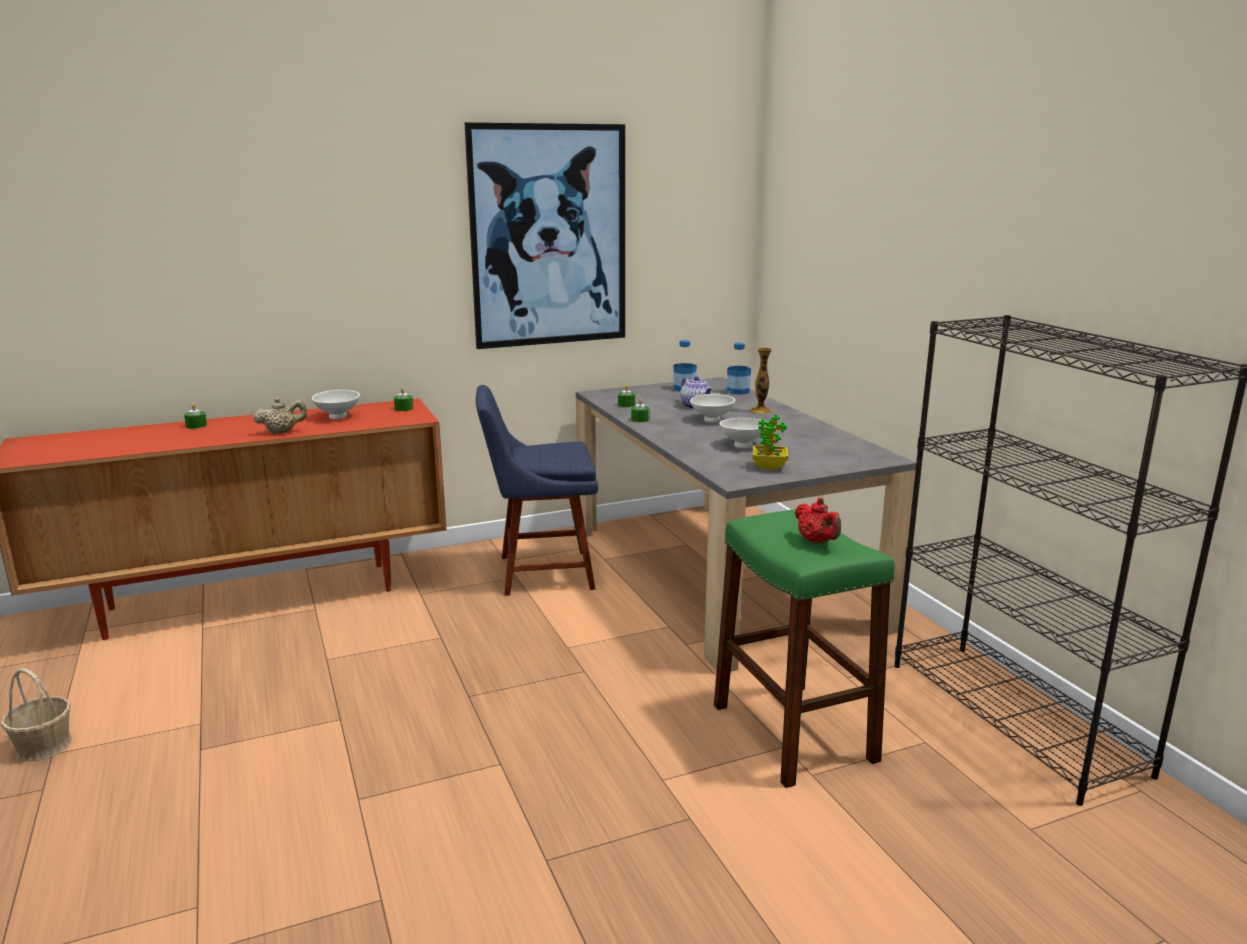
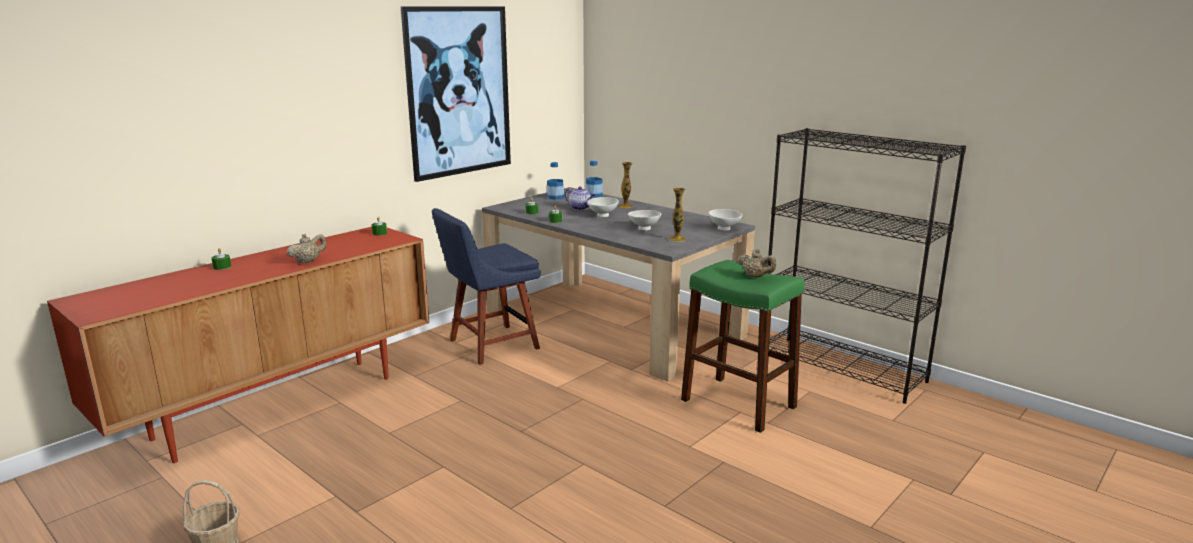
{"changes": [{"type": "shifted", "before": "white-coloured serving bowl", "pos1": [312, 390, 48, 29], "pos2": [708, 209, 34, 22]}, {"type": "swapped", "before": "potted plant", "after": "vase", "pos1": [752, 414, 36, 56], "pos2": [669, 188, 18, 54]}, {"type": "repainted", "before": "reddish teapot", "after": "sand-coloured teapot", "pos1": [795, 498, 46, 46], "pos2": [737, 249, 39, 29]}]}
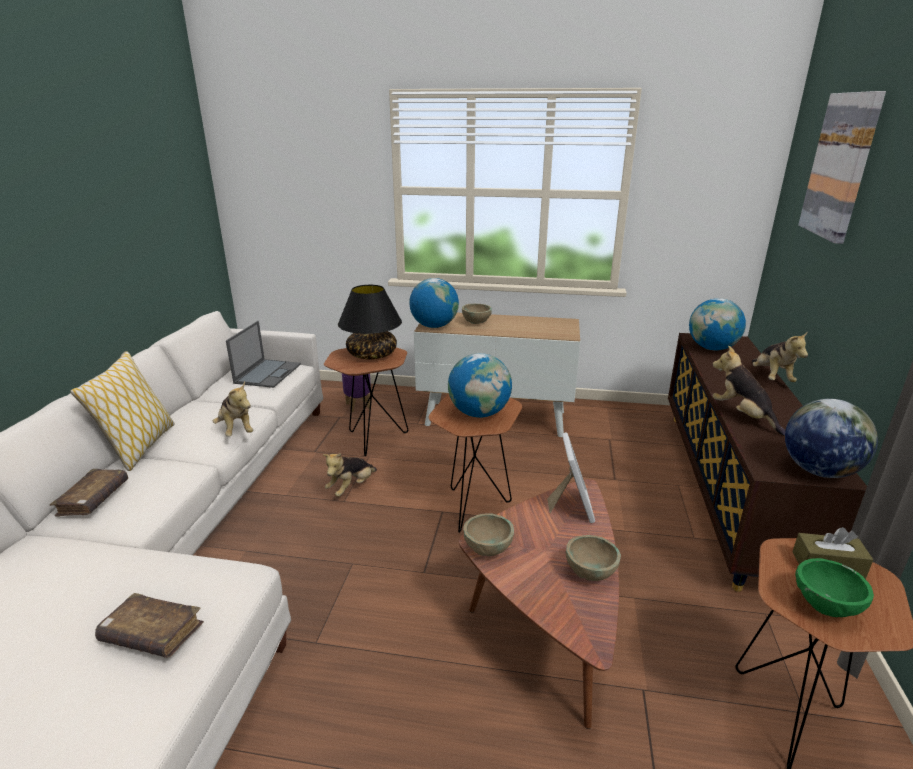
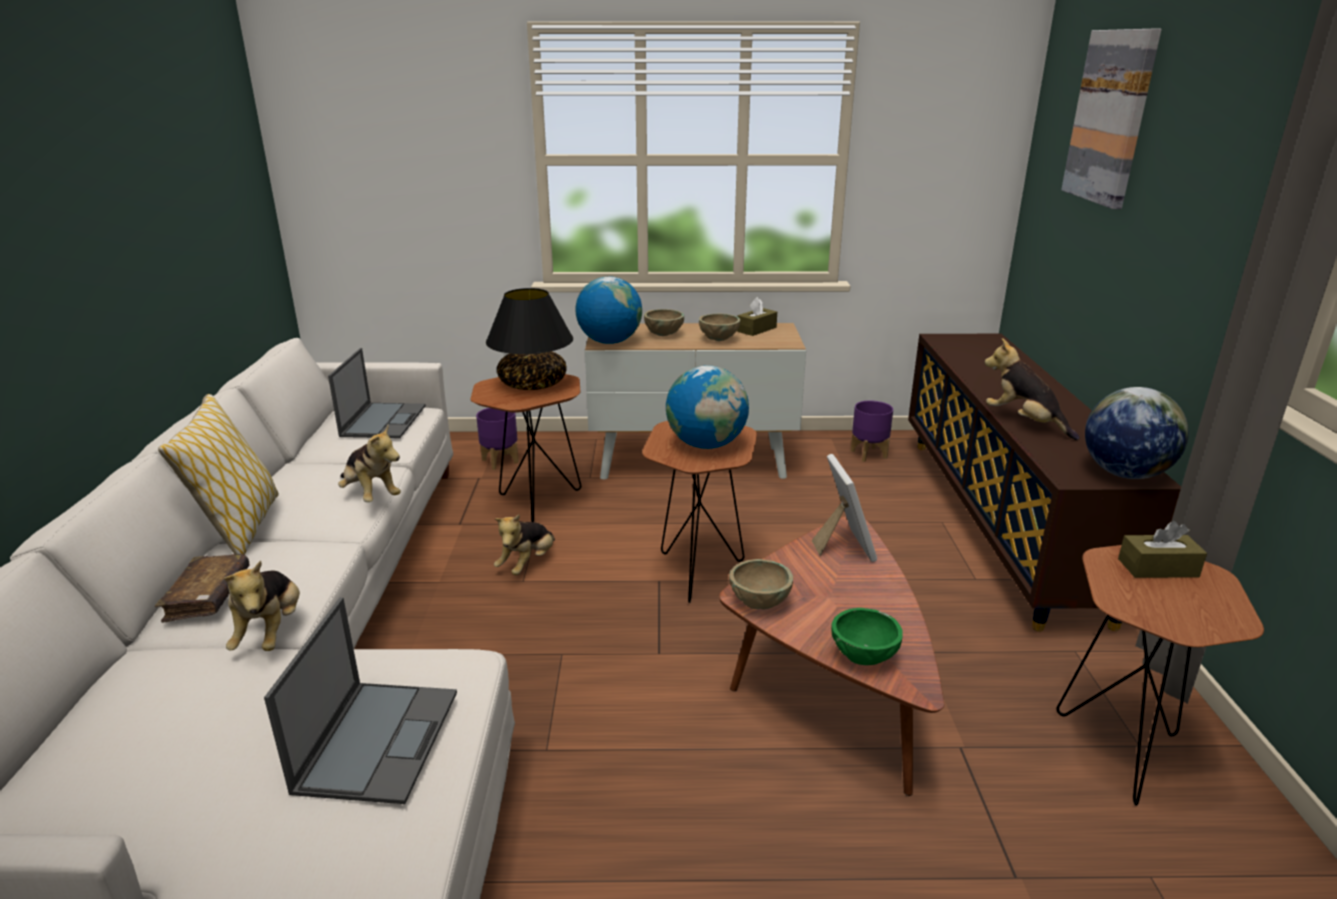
{"changes": [{"type": "gone", "before": "desk globe", "pos1": [689, 298, 57, 52]}, {"type": "shifted", "before": "plush toy", "pos1": [751, 331, 57, 51], "pos2": [223, 560, 77, 91]}, {"type": "shifted", "before": "sand-coloured serving bowl", "pos1": [566, 535, 55, 46], "pos2": [699, 314, 41, 27]}, {"type": "shifted", "before": "green-coloured serving bowl", "pos1": [796, 558, 78, 59], "pos2": [831, 608, 72, 57]}, {"type": "swapped", "before": "brown volume", "after": "notebook computer", "pos1": [95, 593, 109, 65], "pos2": [264, 597, 193, 207]}, {"type": "new", "after": "brown tissue box", "pos2": [737, 297, 40, 39]}, {"type": "new", "after": "purplish plant pot", "pos2": [851, 401, 42, 61]}]}
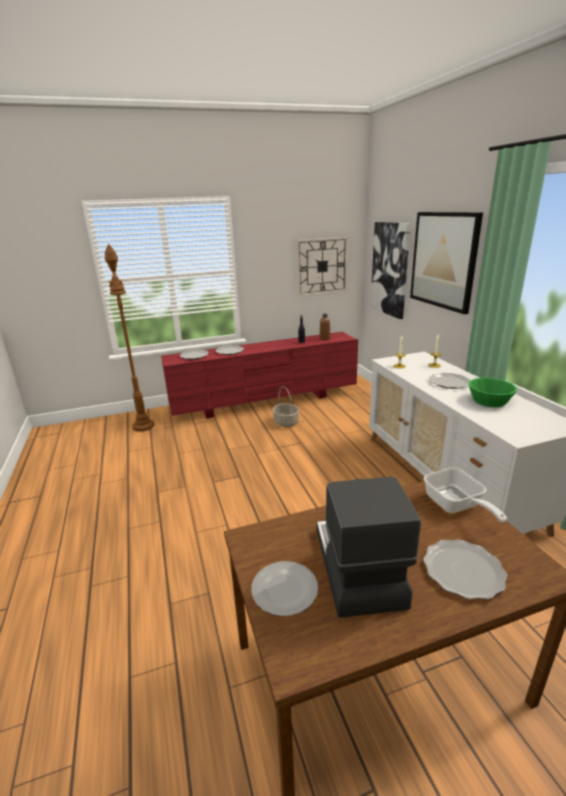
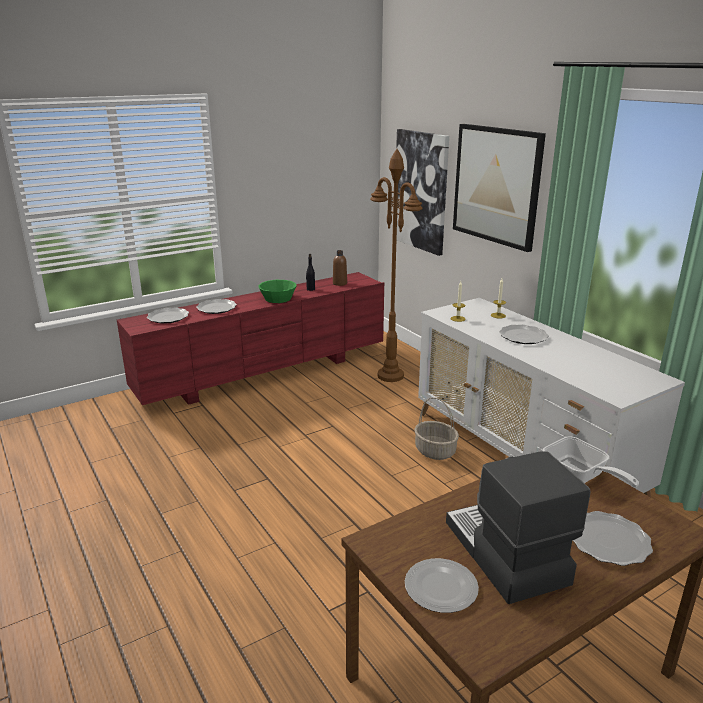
{"changes": [{"type": "gone", "before": "clock on the wall", "pos1": [297, 237, 51, 59]}, {"type": "shifted", "before": "brown standard lamp", "pos1": [105, 244, 49, 188], "pos2": [370, 149, 53, 233]}, {"type": "shifted", "before": "green-coloured serving bowl", "pos1": [468, 378, 49, 29], "pos2": [258, 280, 39, 23]}, {"type": "shifted", "before": "storage basket", "pos1": [272, 386, 27, 41], "pos2": [414, 397, 45, 63]}]}
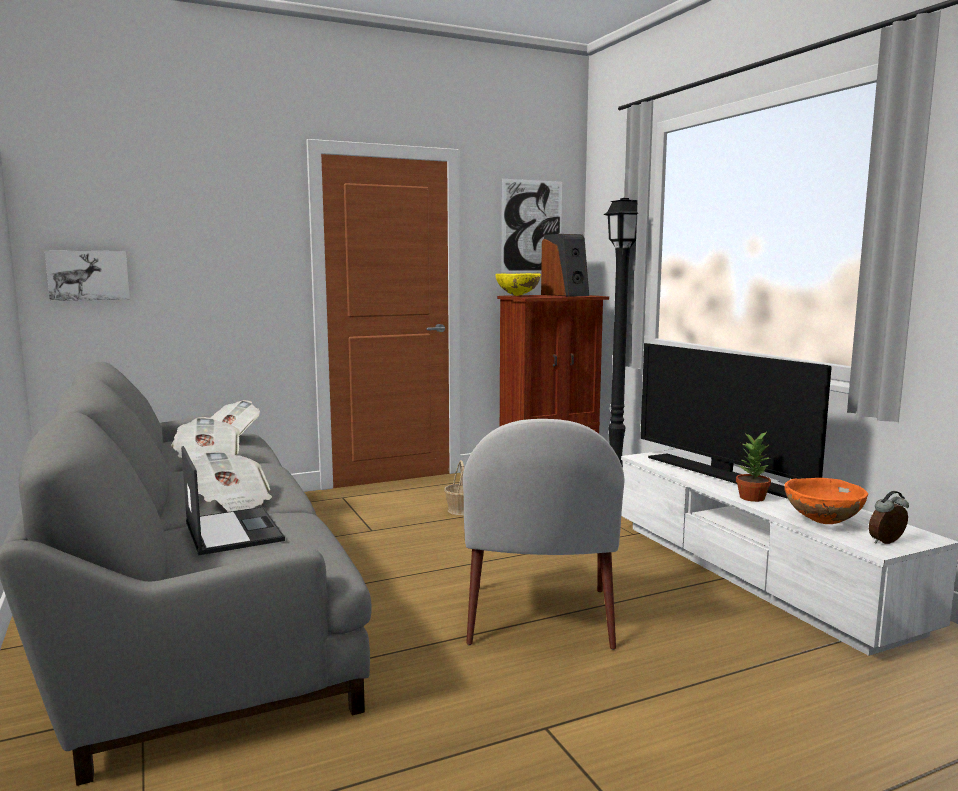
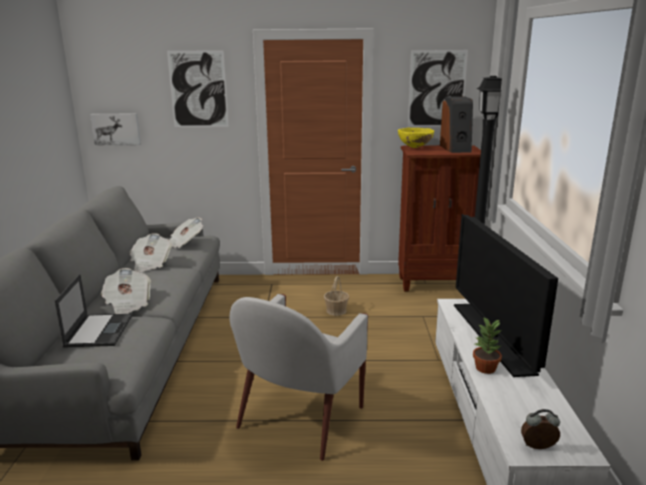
{"changes": [{"type": "gone", "before": "orangey serving bowl", "pos1": [784, 478, 84, 46]}, {"type": "new", "after": "wall picture", "pos2": [167, 50, 62, 77]}]}
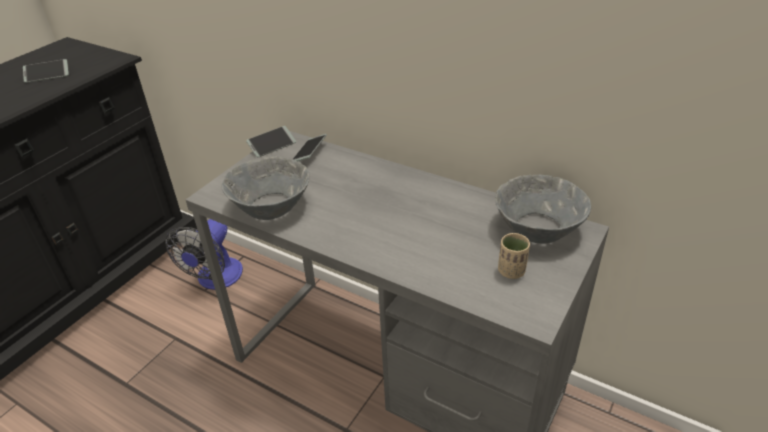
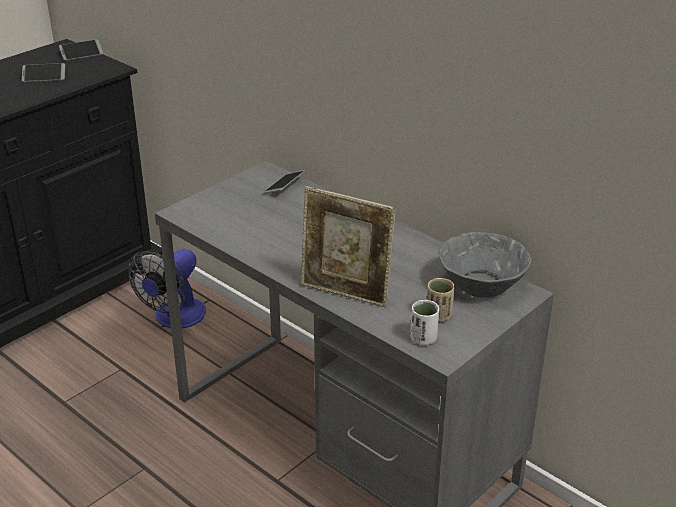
{"changes": [{"type": "shifted", "before": "phone", "pos1": [246, 126, 50, 32], "pos2": [59, 39, 45, 22]}, {"type": "gone", "before": "gray serving bowl", "pos1": [221, 156, 89, 64]}, {"type": "new", "after": "picture frame", "pos2": [301, 186, 95, 122]}, {"type": "new", "after": "white-coloured cup", "pos2": [410, 300, 29, 45]}]}
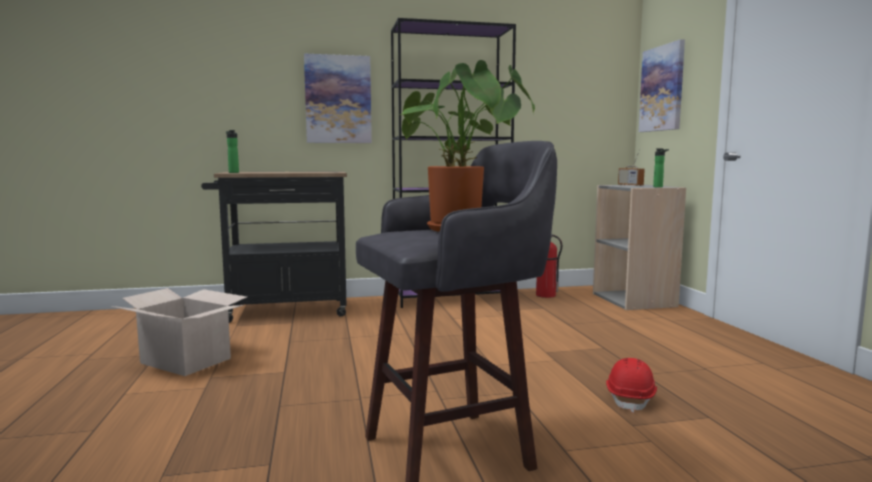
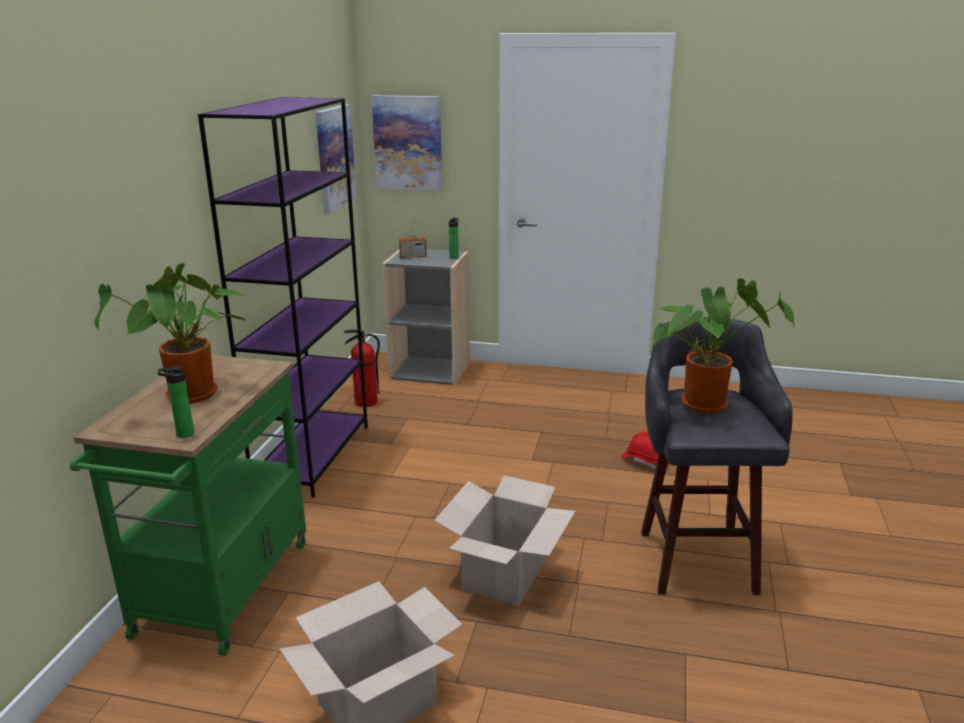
{"changes": [{"type": "shifted", "before": "wall picture", "pos1": [304, 54, 68, 89], "pos2": [316, 104, 41, 110]}, {"type": "repainted", "before": "black-coloured cart", "after": "green-coloured cart", "pos1": [201, 171, 146, 152], "pos2": [70, 355, 236, 301]}, {"type": "new", "after": "potted plant", "pos2": [94, 263, 152, 140]}, {"type": "new", "after": "carton", "pos2": [434, 475, 142, 131]}]}
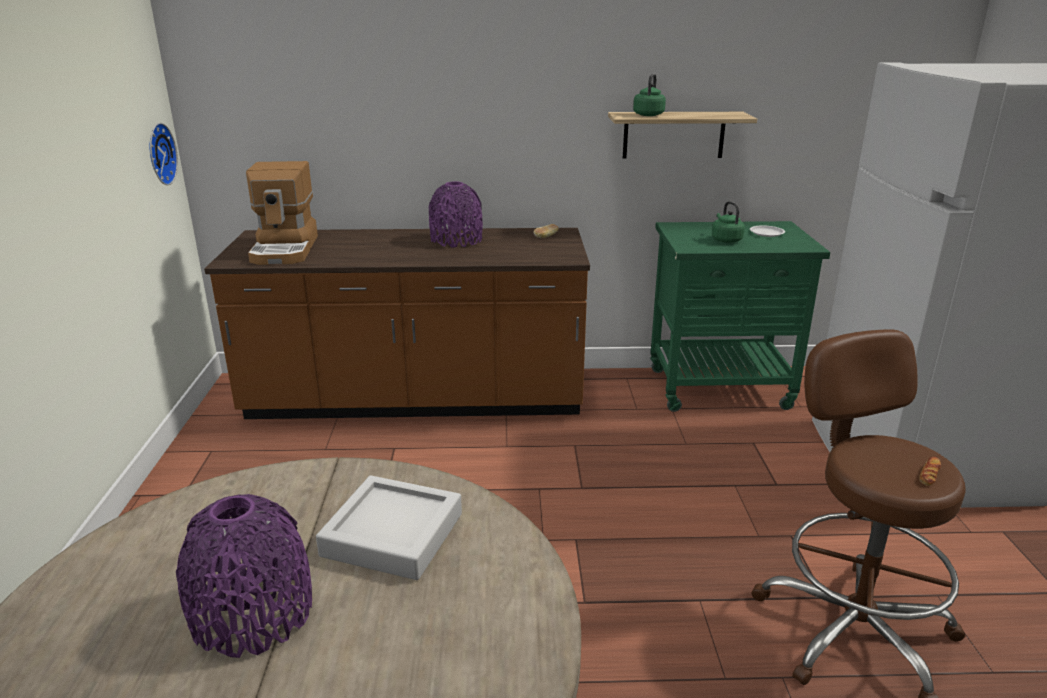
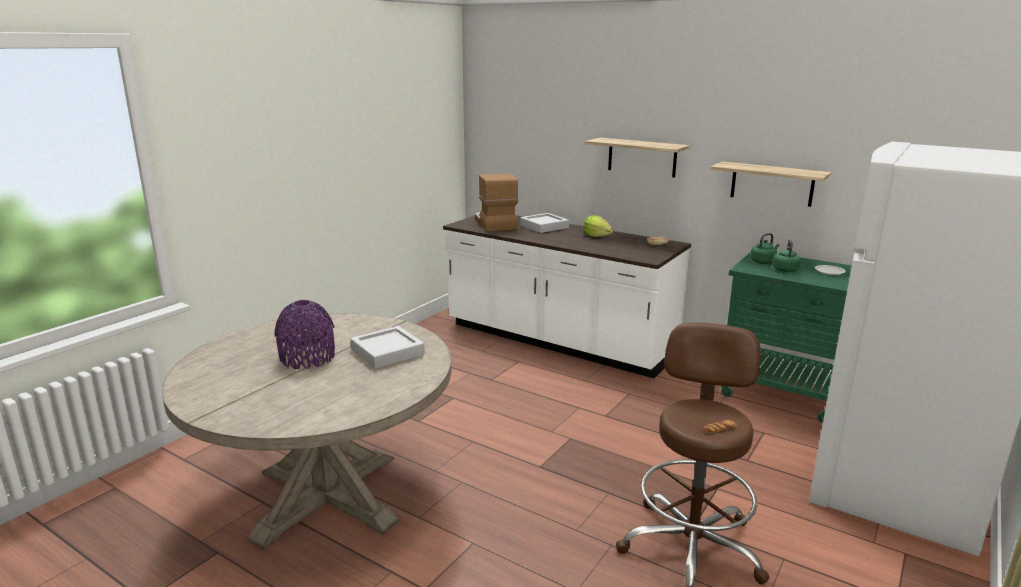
{"changes": [{"type": "shifted", "before": "green-coloured kettle", "pos1": [633, 74, 33, 42], "pos2": [751, 233, 28, 31]}, {"type": "gone", "before": "clock on the wall", "pos1": [150, 123, 28, 62]}, {"type": "rotated", "before": "coffee maker", "pos1": [246, 161, 72, 104], "pos2": [475, 173, 43, 59], "turn": 135}, {"type": "swapped", "before": "purplish vase", "after": "head of lettuce", "pos1": [429, 181, 54, 67], "pos2": [583, 215, 30, 22]}, {"type": "repainted", "before": "brown kitchen base unit", "after": "white-coloured kitchen base unit", "pos1": [204, 228, 386, 191], "pos2": [443, 215, 248, 163]}, {"type": "new", "after": "bracket shelf", "pos2": [585, 138, 105, 39]}, {"type": "new", "after": "gray tray", "pos2": [520, 213, 49, 20]}]}
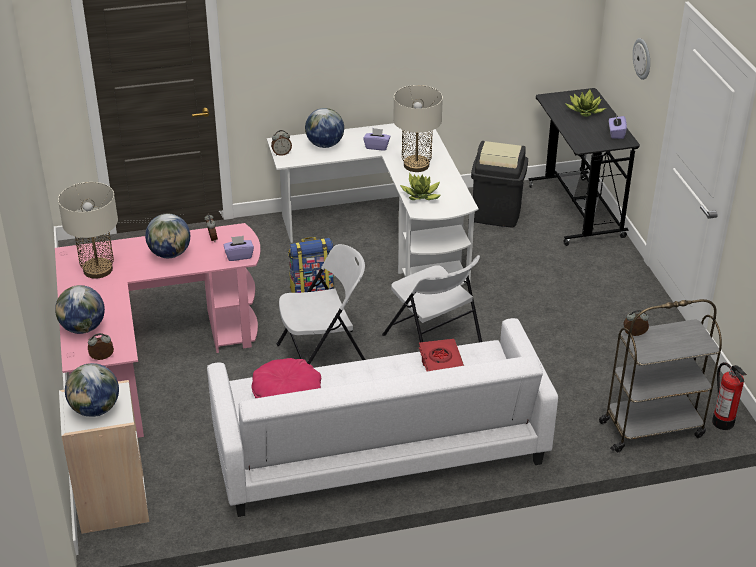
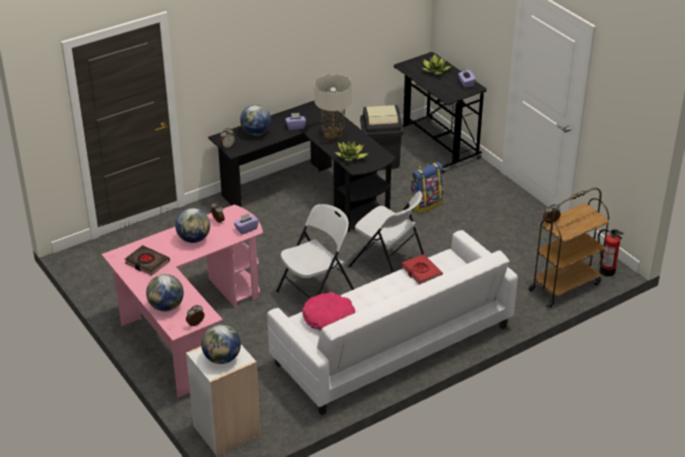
{"changes": [{"type": "gone", "before": "clock on the wall", "pos1": [633, 38, 17, 42]}, {"type": "repainted", "before": "white-coloured desk", "after": "black-coloured desk", "pos1": [267, 123, 212, 162], "pos2": [208, 100, 188, 132]}, {"type": "swapped", "before": "tabletop lamp", "after": "black-coloured volume", "pos1": [58, 182, 60, 97], "pos2": [125, 245, 45, 30]}, {"type": "shifted", "before": "rucksack", "pos1": [288, 237, 46, 56], "pos2": [409, 162, 34, 52]}, {"type": "repainted", "before": "gray cart", "after": "brown cart", "pos1": [599, 299, 123, 153], "pos2": [529, 188, 80, 120]}]}
